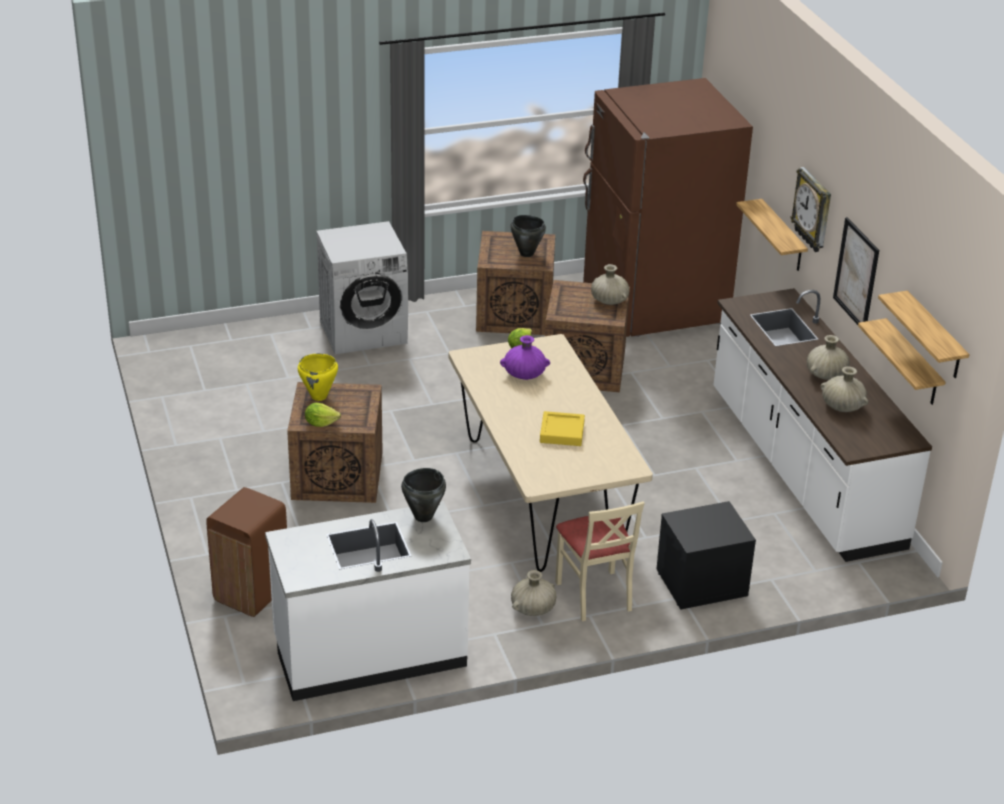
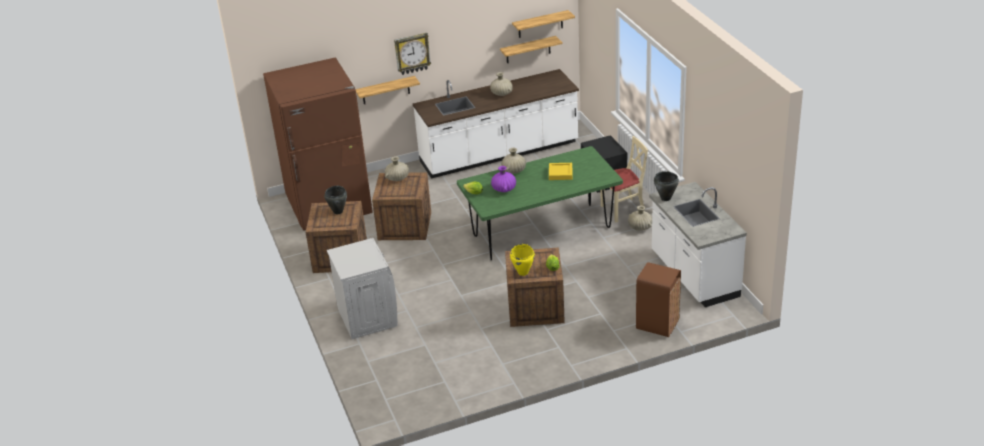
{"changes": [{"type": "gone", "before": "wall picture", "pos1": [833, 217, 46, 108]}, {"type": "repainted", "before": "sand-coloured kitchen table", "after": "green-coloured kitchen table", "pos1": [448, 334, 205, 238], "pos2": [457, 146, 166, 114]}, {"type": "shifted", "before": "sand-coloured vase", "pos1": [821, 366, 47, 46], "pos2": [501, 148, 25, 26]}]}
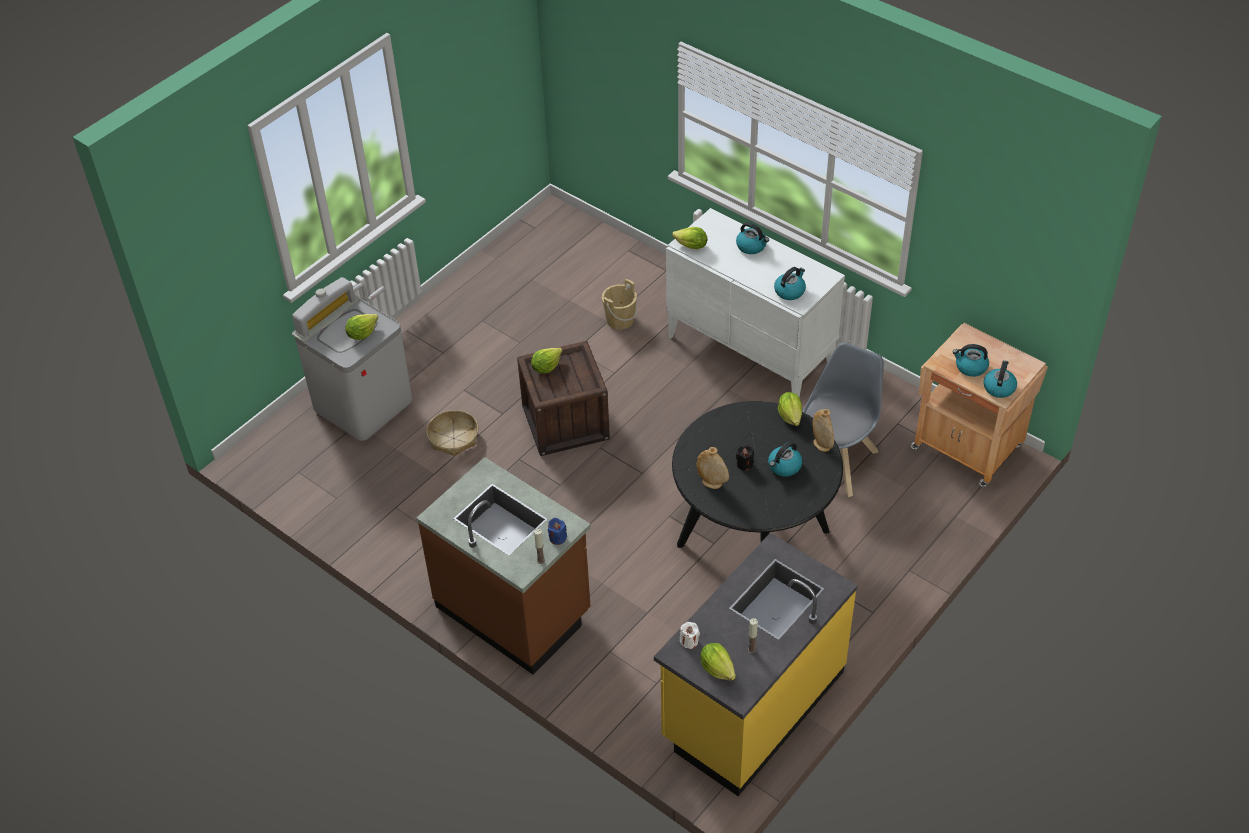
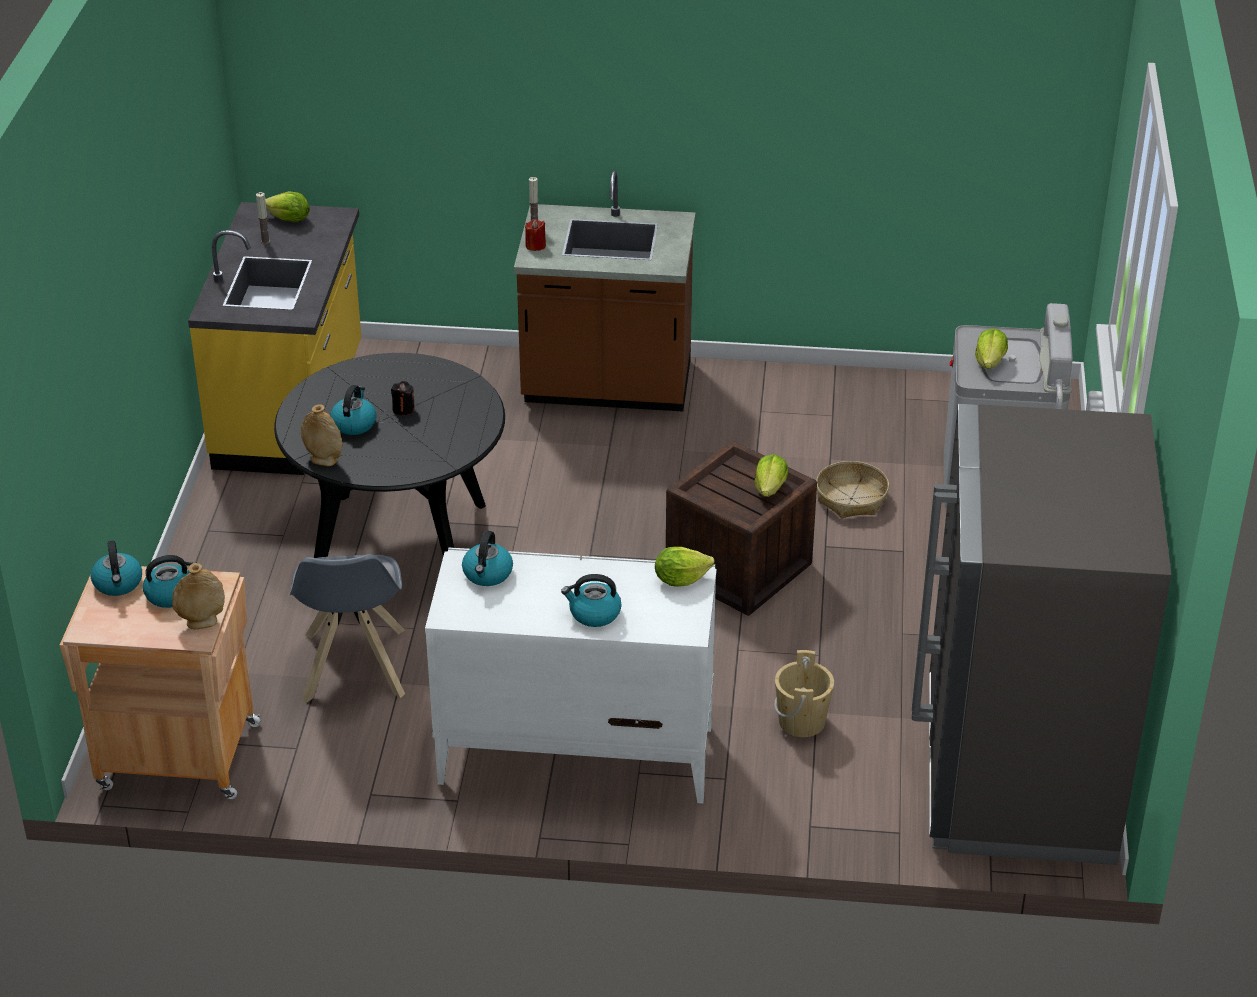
{"changes": [{"type": "gone", "before": "head of lettuce", "pos1": [778, 392, 24, 34]}, {"type": "shifted", "before": "sand-coloured vase", "pos1": [696, 447, 33, 42], "pos2": [172, 563, 53, 66]}, {"type": "repainted", "before": "blue candle", "after": "reddish candle", "pos1": [548, 518, 19, 27], "pos2": [525, 219, 21, 32]}, {"type": "gone", "before": "white-coloured candle", "pos1": [680, 622, 20, 27]}, {"type": "new", "after": "gray fridge", "pos2": [911, 404, 260, 461]}]}
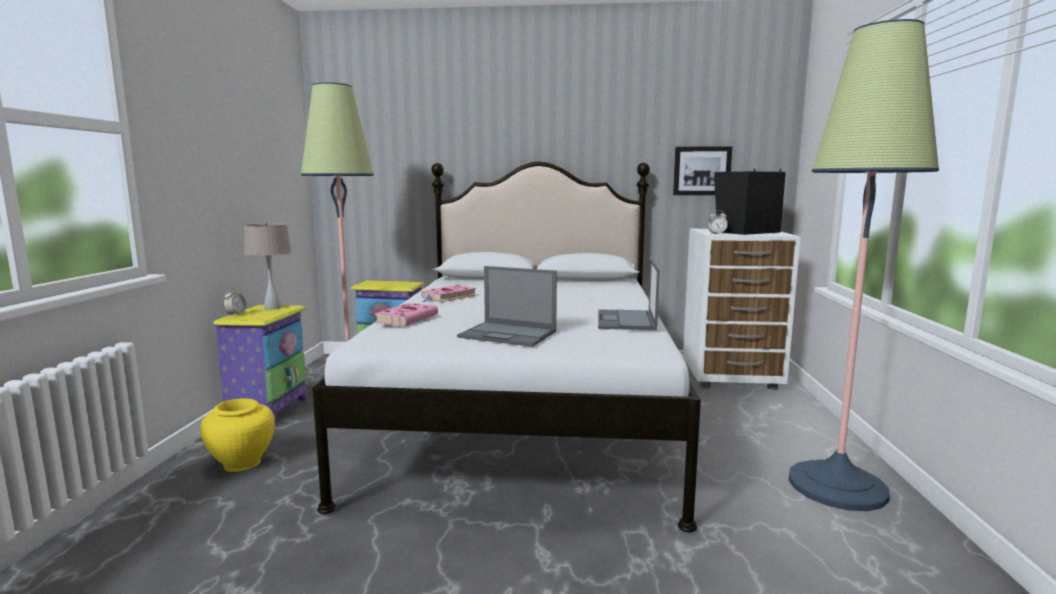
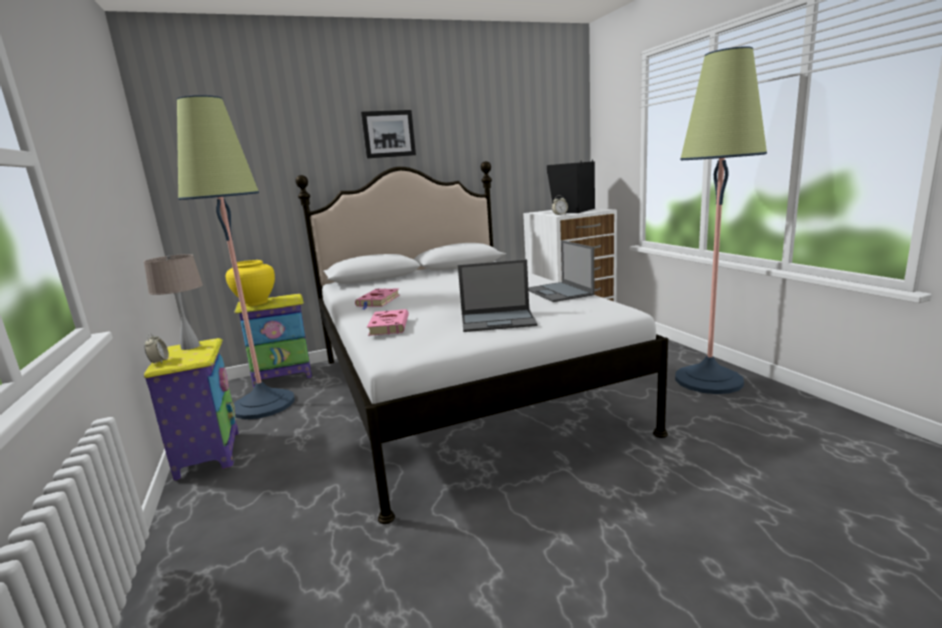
{"changes": [{"type": "shifted", "before": "wall picture", "pos1": [673, 146, 59, 49], "pos2": [361, 110, 55, 49]}, {"type": "shifted", "before": "yellow vase", "pos1": [200, 398, 75, 74], "pos2": [225, 260, 50, 46]}]}
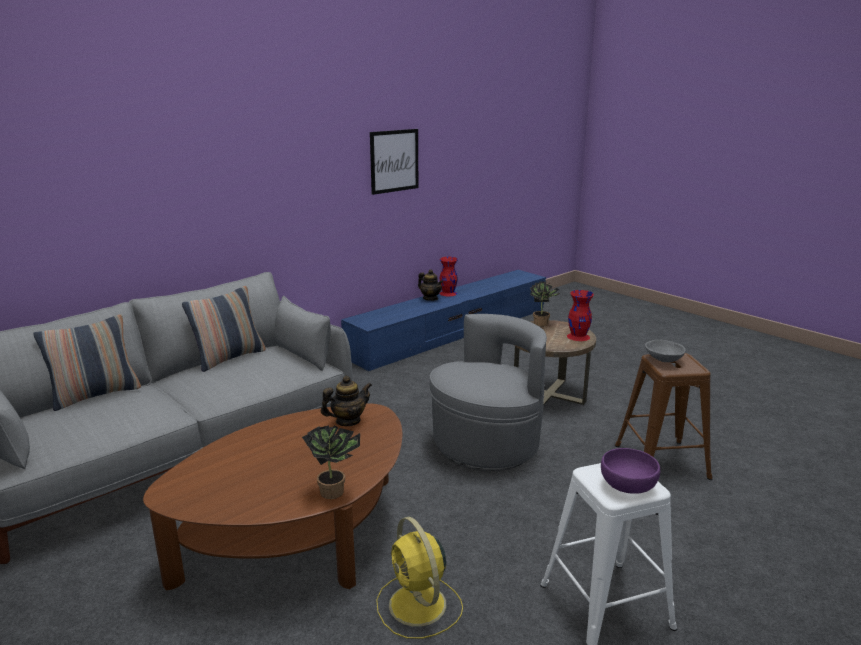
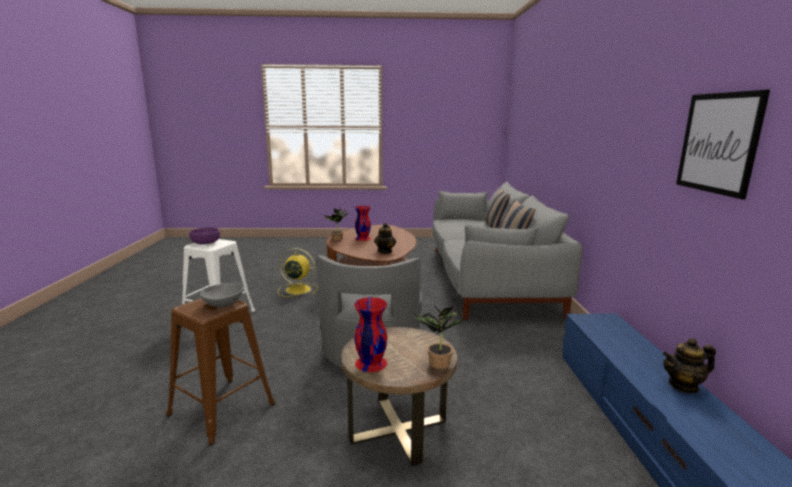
{"changes": [{"type": "shifted", "before": "reddish vase", "pos1": [439, 257, 19, 39], "pos2": [355, 206, 16, 35]}]}
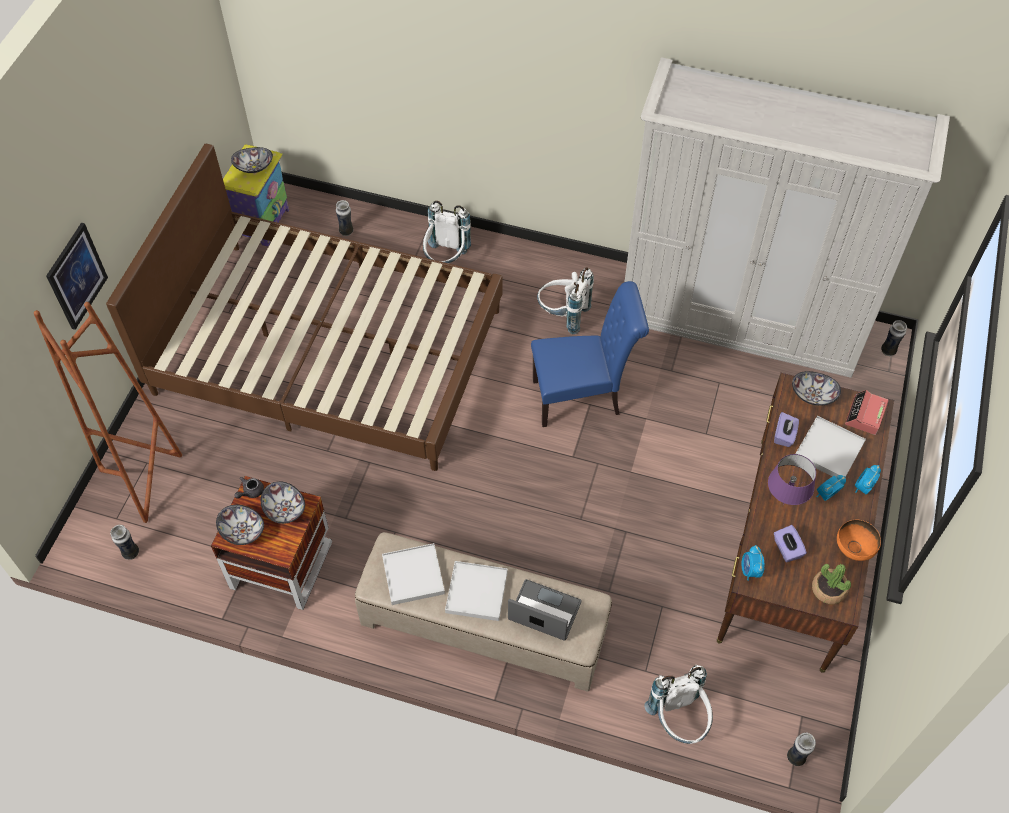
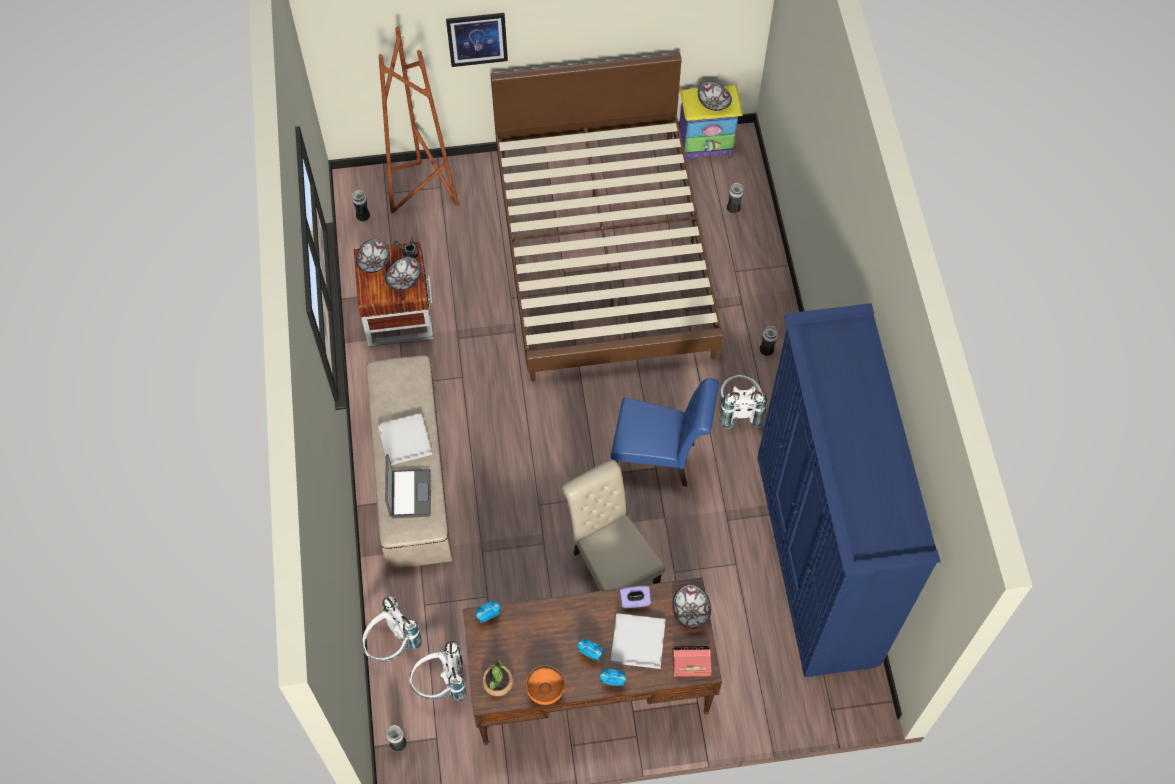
{"changes": [{"type": "repainted", "before": "white-coloured clothes cupboard", "after": "blue clothes cupboard", "pos1": [625, 57, 325, 321], "pos2": [758, 303, 183, 374]}, {"type": "shifted", "before": "white-coloured rucksack", "pos1": [423, 201, 48, 63], "pos2": [409, 641, 57, 60]}, {"type": "rotated", "before": "blue plain chair", "pos1": [531, 281, 118, 146], "pos2": [611, 378, 108, 109], "turn": -45}, {"type": "shifted", "before": "vase", "pos1": [881, 320, 26, 36], "pos2": [759, 326, 19, 30]}, {"type": "gone", "before": "purplish tabletop lamp", "pos1": [768, 454, 48, 51]}, {"type": "gone", "before": "purplish tissue box", "pos1": [774, 525, 33, 37]}, {"type": "gone", "before": "white-coloured tray", "pos1": [382, 543, 63, 62]}, {"type": "new", "after": "sand-coloured plain chair", "pos2": [562, 460, 104, 131]}]}
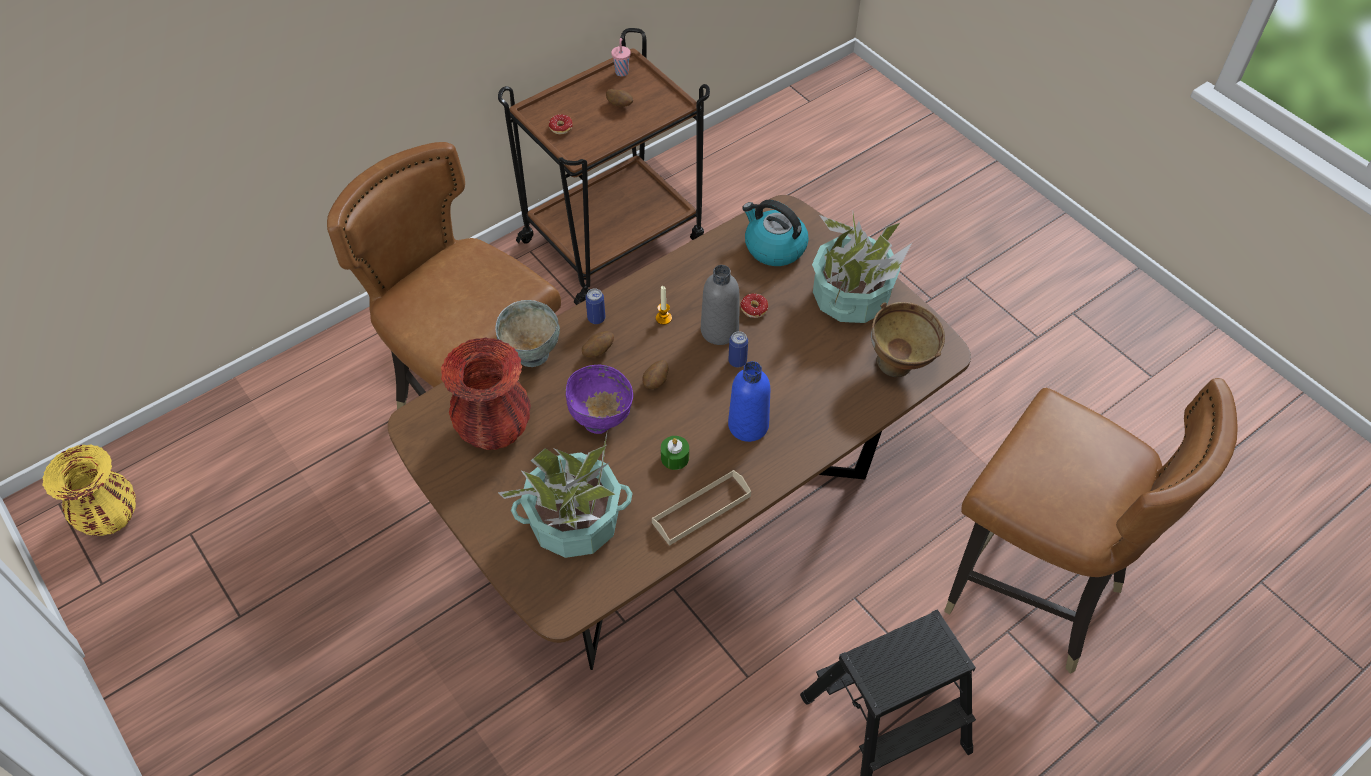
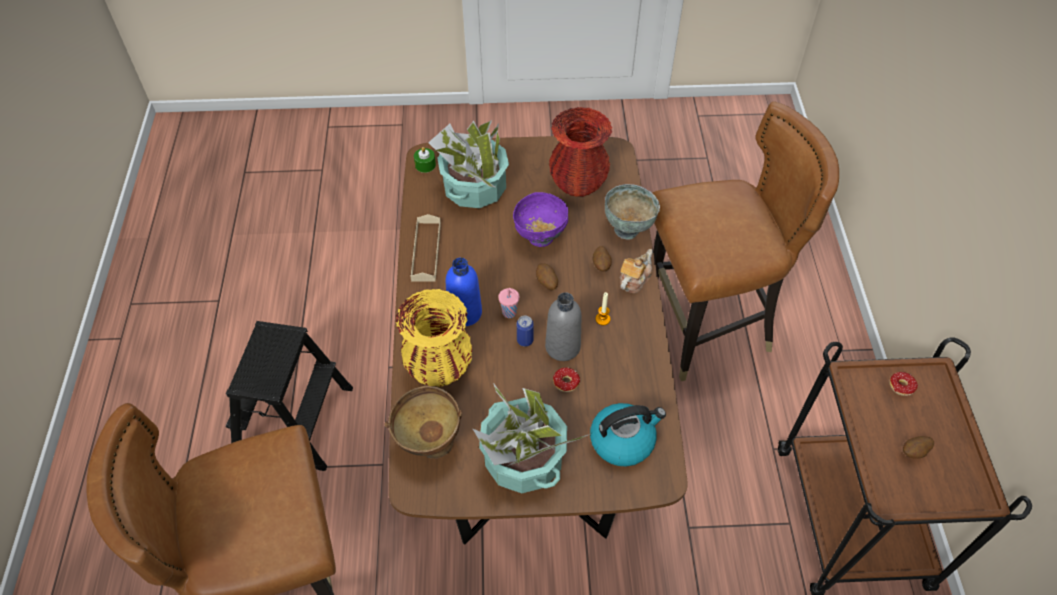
{"changes": [{"type": "shifted", "before": "pinkish cup", "pos1": [611, 38, 20, 39], "pos2": [498, 288, 21, 30]}, {"type": "swapped", "before": "sealed can", "after": "teapot", "pos1": [585, 288, 20, 36], "pos2": [620, 249, 33, 44]}, {"type": "shifted", "before": "green-coloured candle", "pos1": [661, 436, 28, 34], "pos2": [414, 147, 22, 26]}, {"type": "shifted", "before": "yellow vase", "pos1": [42, 444, 94, 92], "pos2": [396, 289, 76, 98]}]}
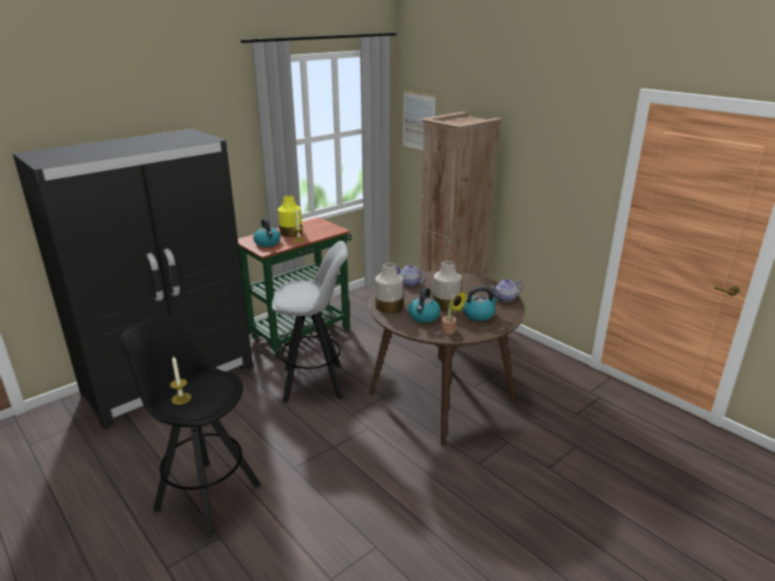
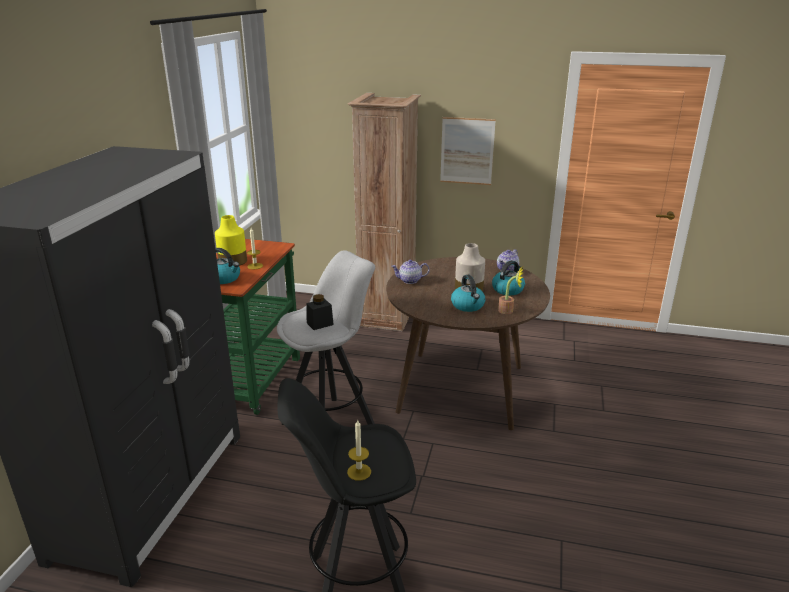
{"changes": [{"type": "shifted", "before": "wall picture", "pos1": [403, 91, 33, 60], "pos2": [440, 117, 56, 68]}, {"type": "gone", "before": "sand-coloured vase", "pos1": [375, 263, 28, 50]}, {"type": "new", "after": "black-coloured storage jar", "pos2": [306, 294, 28, 36]}]}
